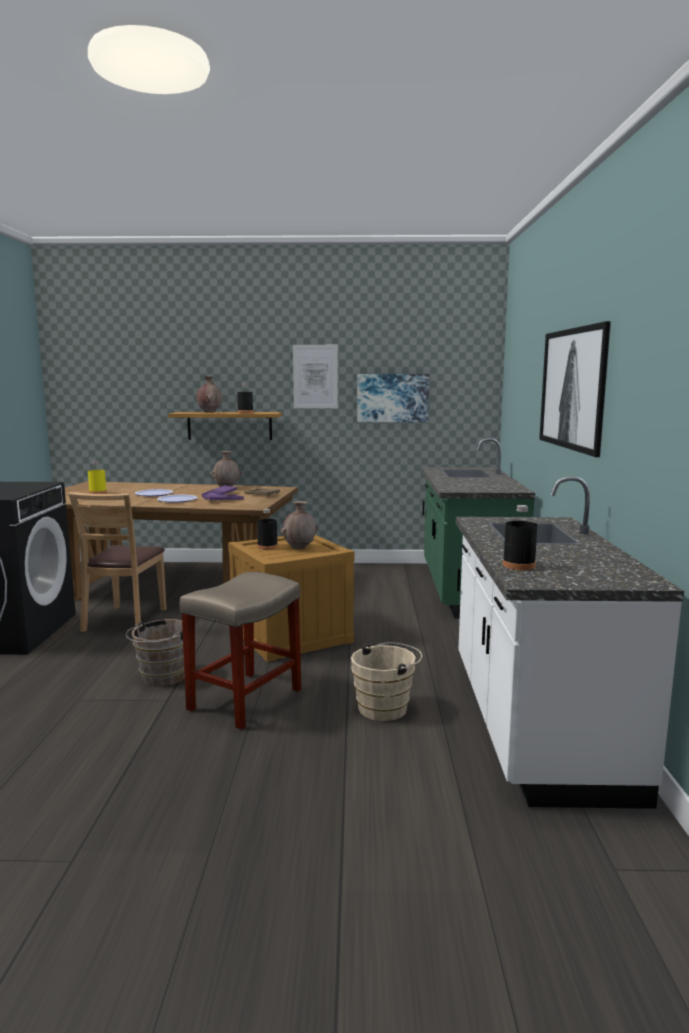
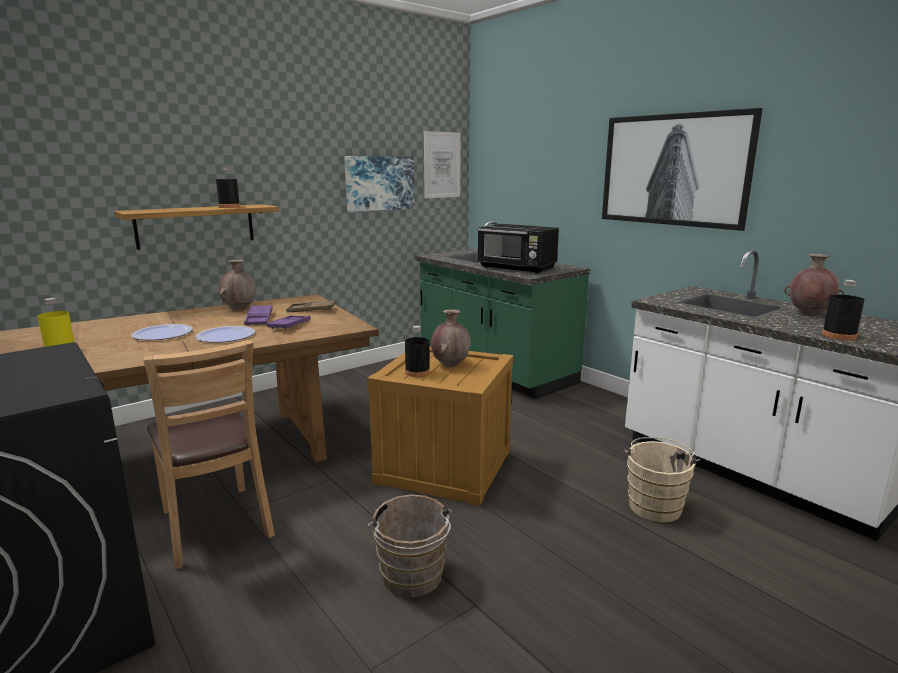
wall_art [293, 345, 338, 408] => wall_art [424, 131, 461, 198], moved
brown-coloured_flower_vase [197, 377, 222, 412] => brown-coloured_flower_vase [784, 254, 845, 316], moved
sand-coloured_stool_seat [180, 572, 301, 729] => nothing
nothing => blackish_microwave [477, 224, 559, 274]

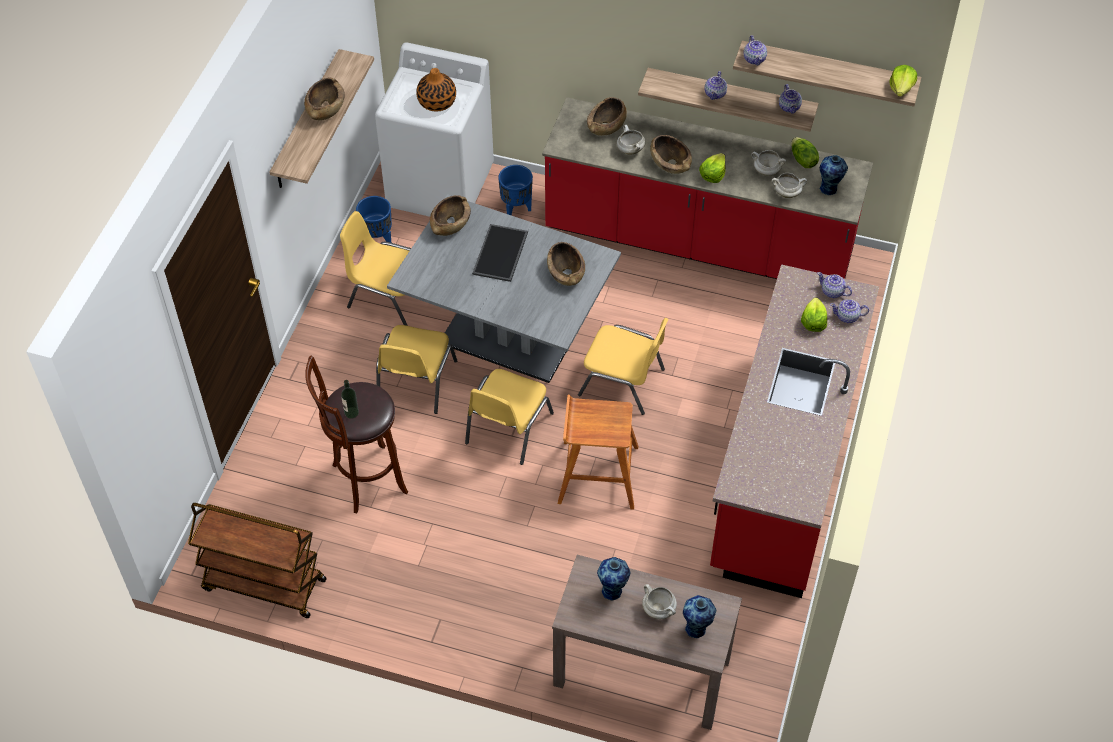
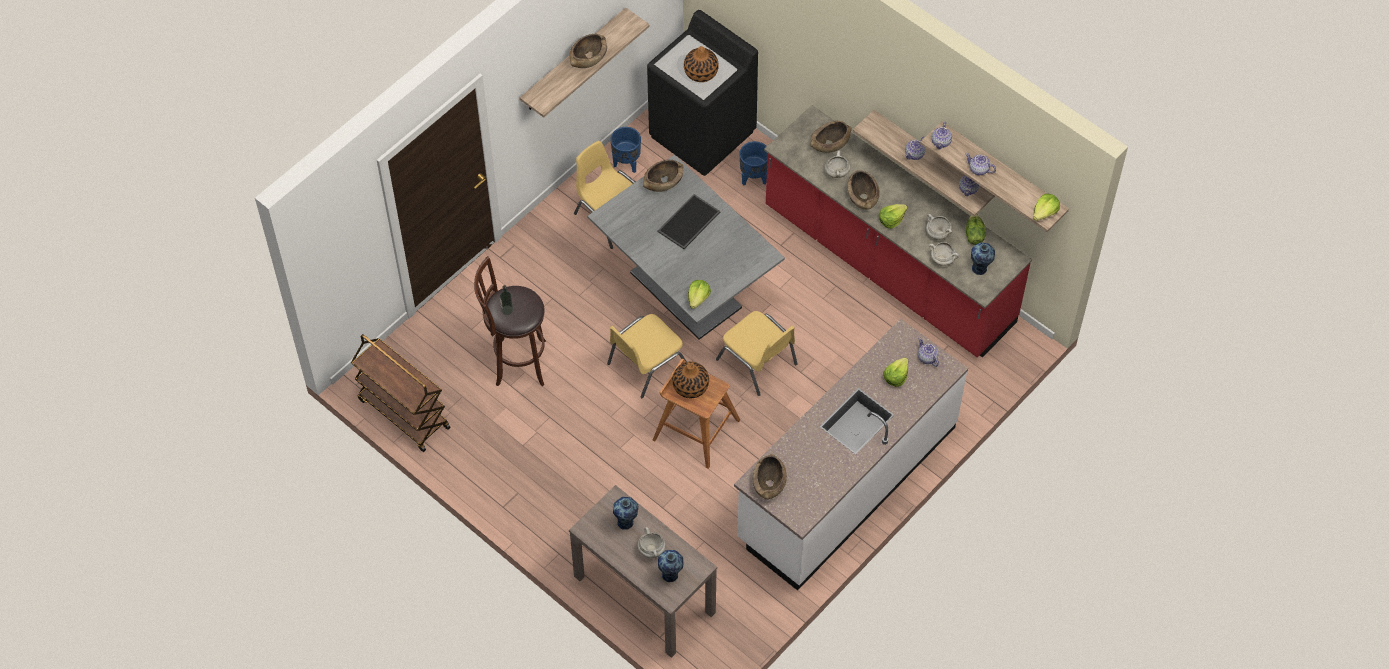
white-coloured_laundry_machine [375, 42, 494, 217] => blackish_laundry_machine [647, 10, 758, 176]
brown-coloured_bowl [547, 242, 585, 286] => brown-coloured_bowl [753, 454, 787, 500], moved
red_kitchen_base_unit [710, 264, 879, 598] => white-coloured_kitchen_base_unit [734, 319, 968, 591]
tea_pot [830, 299, 869, 323] => tea_pot [965, 153, 996, 175], moved
yellow-coloured_upright_chair [376, 325, 457, 414] => nothing
nothing => lettuce [688, 280, 711, 309]
nothing => flower_vase [672, 362, 709, 398]

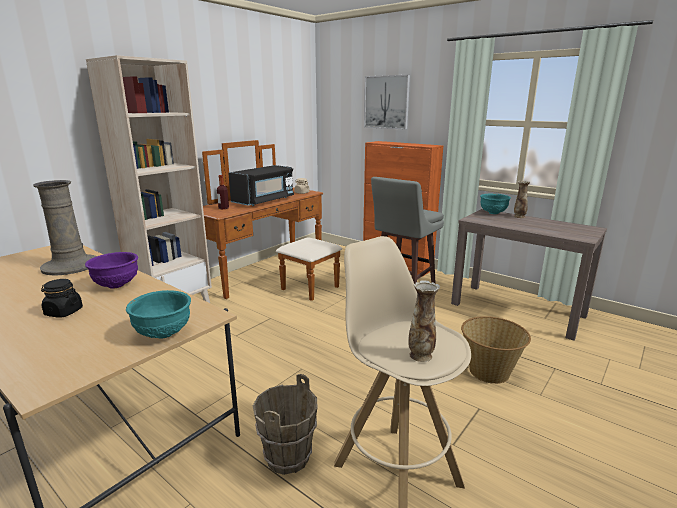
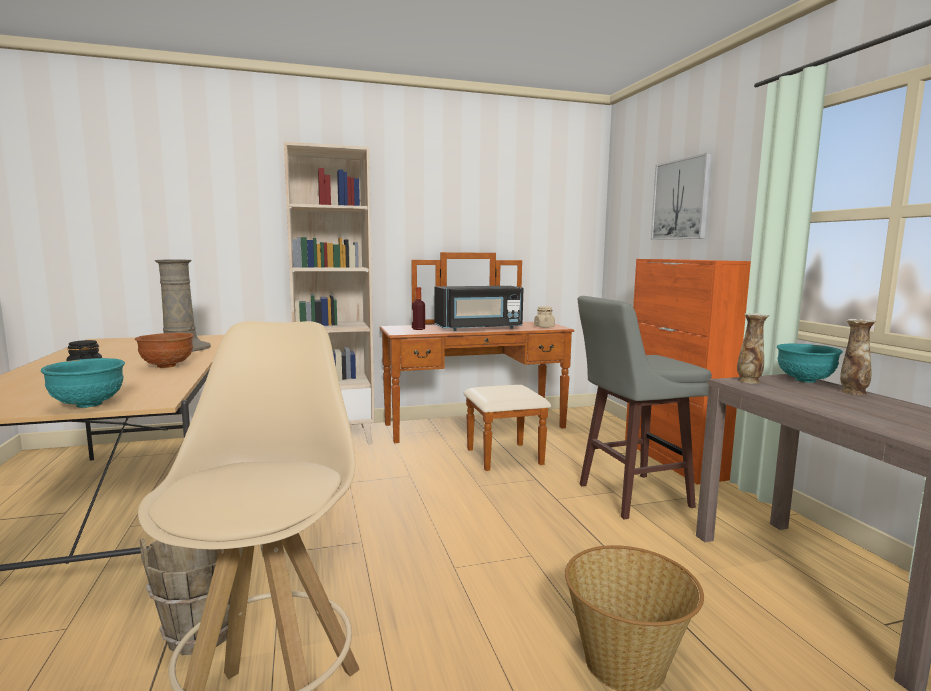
purple-coloured_bowl [85, 252, 138, 288] => brown-coloured_bowl [135, 333, 194, 368]
flower_vase [408, 280, 440, 362] => flower_vase [737, 313, 769, 384], moved

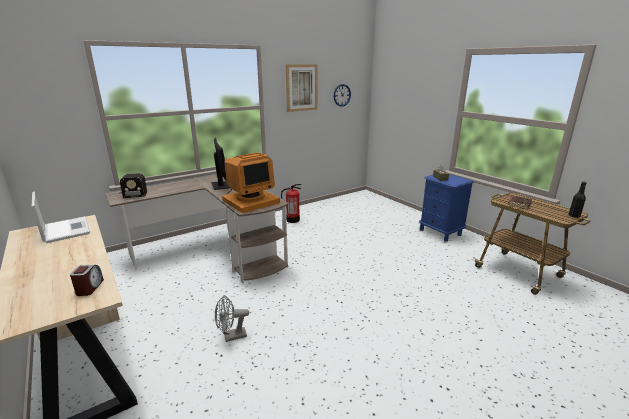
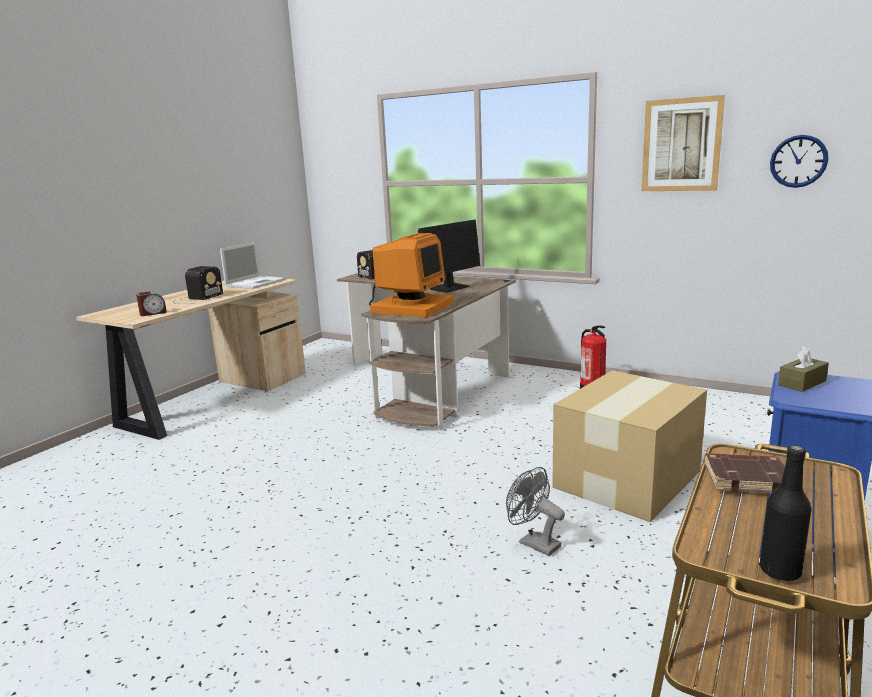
computer_display [222, 152, 280, 213] => computer_display [369, 233, 454, 317], 90 degrees counterclockwise
gray_cooling_fan [215, 295, 249, 342] => gray_cooling_fan [506, 467, 565, 556], moved
nothing => radio_set [173, 266, 223, 304]
nothing => carton [552, 370, 707, 522]

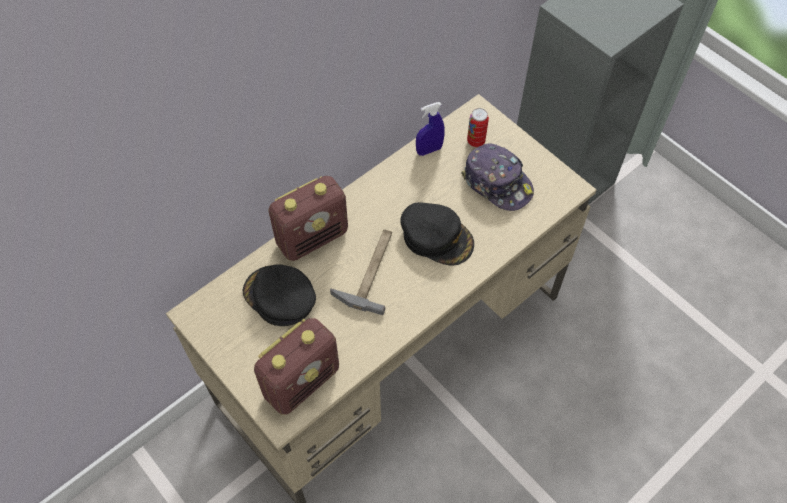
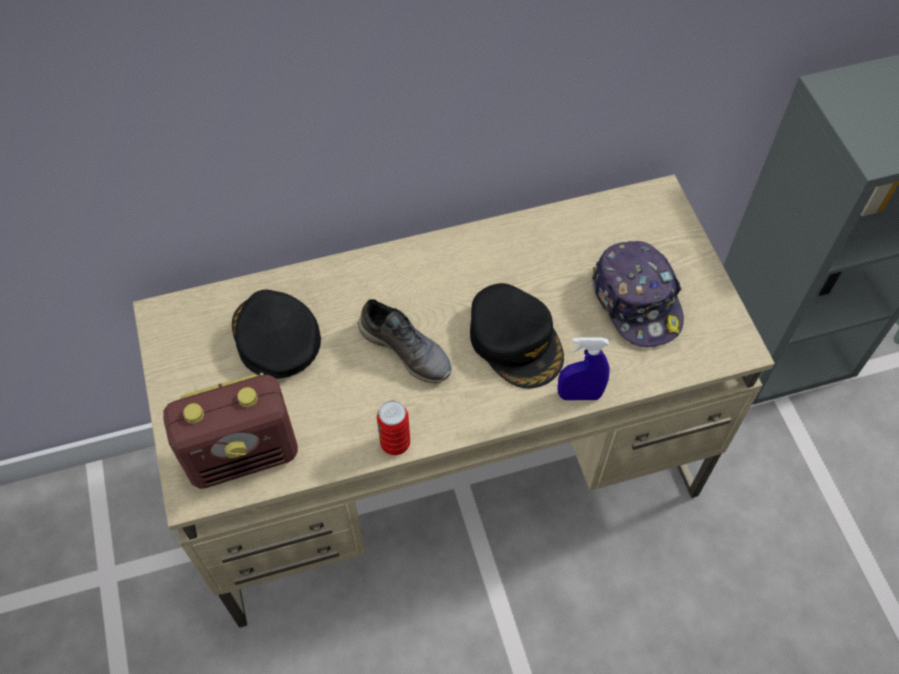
blue-coloured_sprayer [416, 102, 445, 156] => blue-coloured_sprayer [558, 337, 610, 400], moved
metal_can [467, 108, 489, 147] => metal_can [377, 401, 410, 455], moved
radio_set [268, 176, 348, 261] => nothing
hammer [330, 229, 392, 315] => gray_shoe [358, 299, 452, 383]

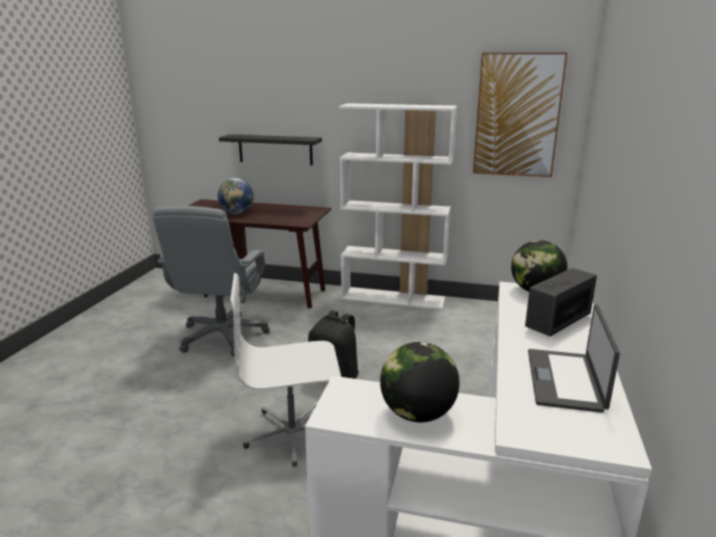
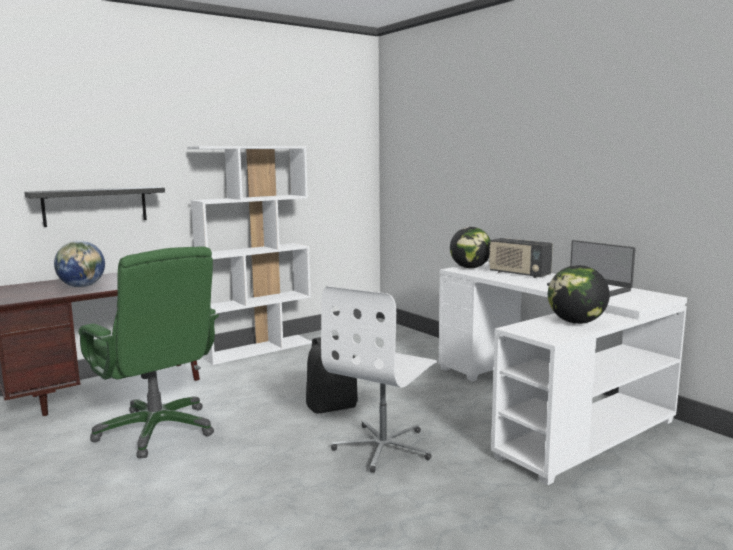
wall_art [473, 52, 568, 177] => nothing
gray_desk_chair [153, 206, 270, 356] => green-coloured_desk_chair [79, 246, 219, 458]
radio_set [525, 268, 597, 337] => radio_set [489, 238, 553, 278], 45 degrees counterclockwise

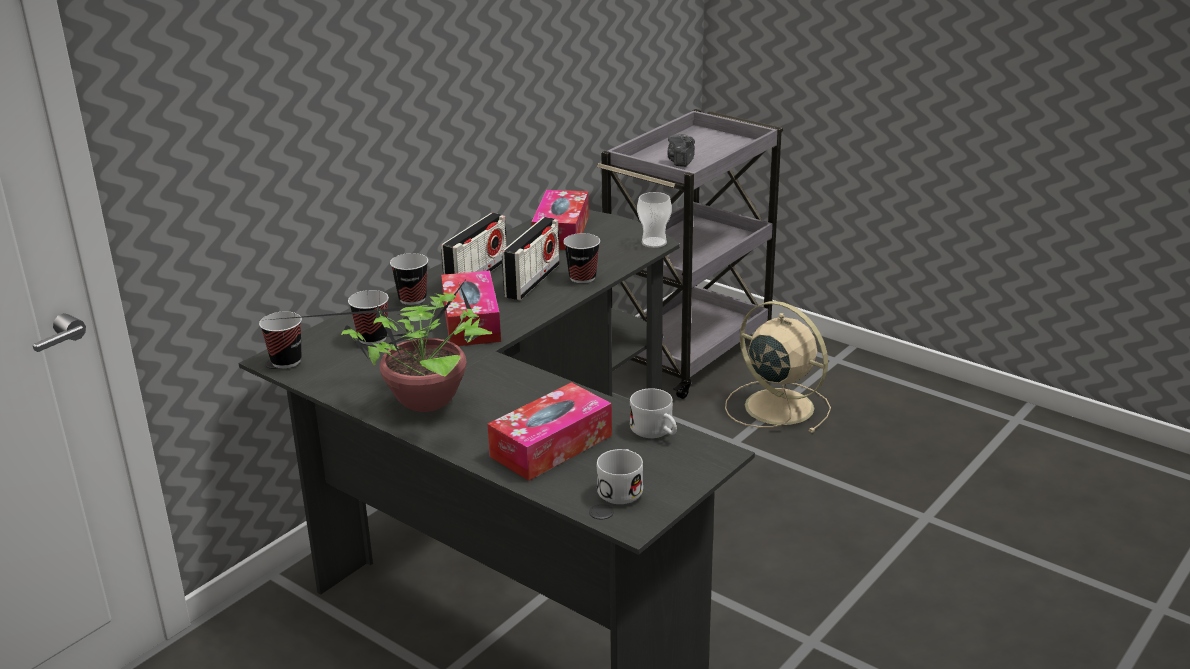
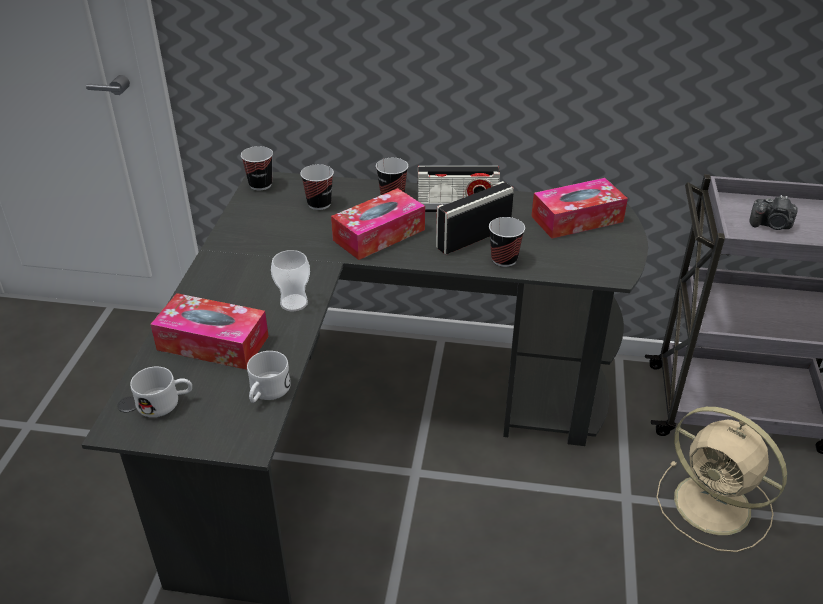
still_camera [668, 134, 695, 167] => still_camera [750, 195, 798, 230], 150 degrees counterclockwise
small_cup [637, 192, 672, 248] => small_cup [271, 250, 310, 311], moved
radio_set [502, 217, 560, 300] => radio_set [436, 181, 514, 254], 150 degrees clockwise
houseplant [269, 278, 492, 412] => nothing
sand-coloured_cooling_fan [725, 301, 831, 433] => sand-coloured_cooling_fan [656, 407, 787, 552], 120 degrees clockwise

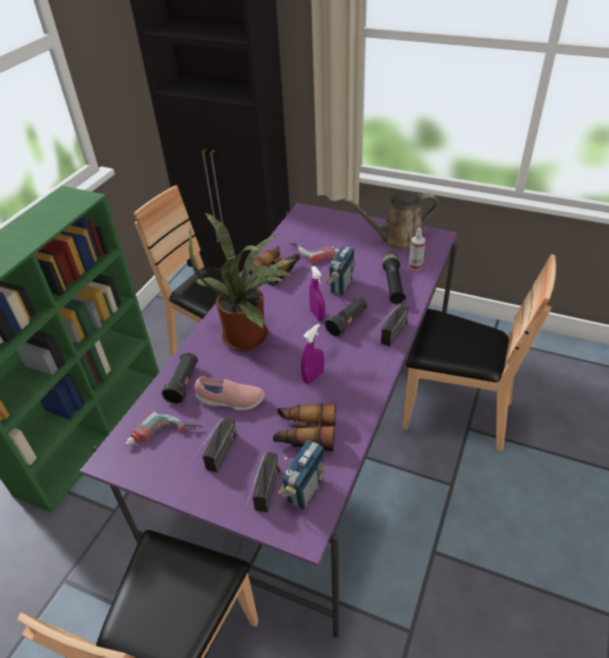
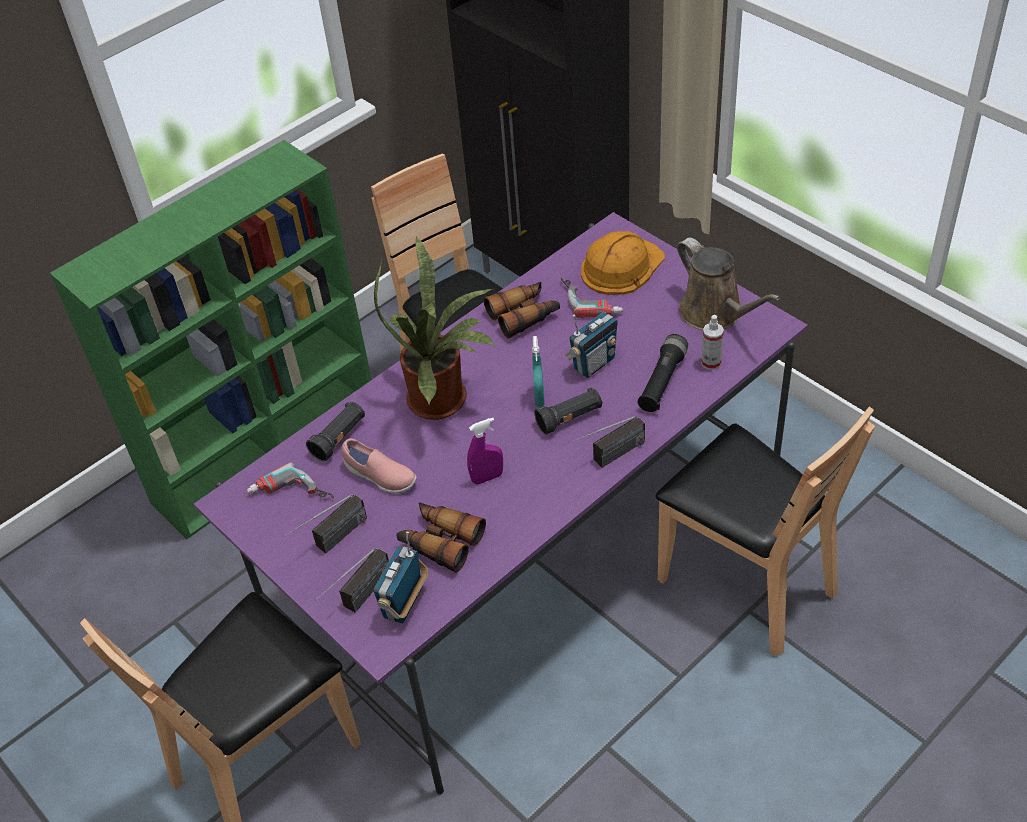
brown-coloured_watering_can [344, 192, 438, 250] => brown-coloured_watering_can [677, 237, 780, 330], 135 degrees counterclockwise
purple-coloured_sprayer [309, 266, 325, 321] => blue-green_sprayer [532, 336, 545, 407]
radio_set [278, 440, 325, 509] => radio_set [374, 532, 428, 624], 150 degrees clockwise
nothing => orangey_safety_helmet [581, 231, 665, 295]

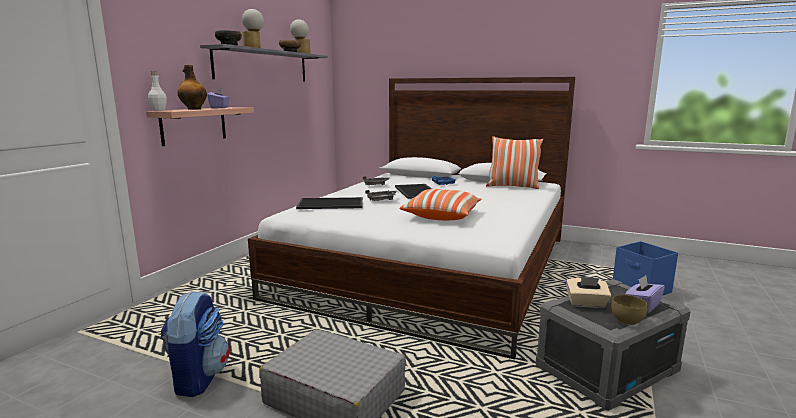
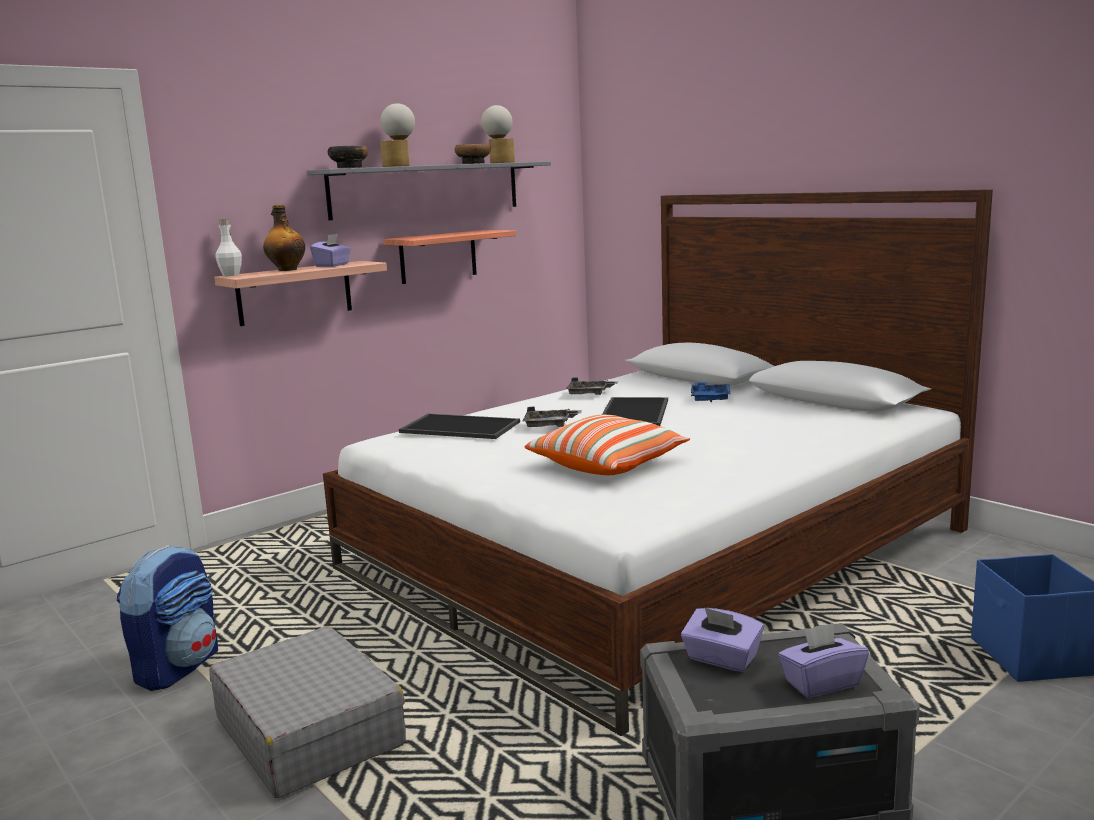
pillow [486, 136, 543, 189] => nothing
sand-coloured_tissue_holder [566, 276, 611, 308] => purple-coloured_tissue_holder [681, 607, 764, 672]
brown-coloured_bowl [611, 295, 647, 325] => nothing
nothing => shelf [384, 230, 516, 284]

